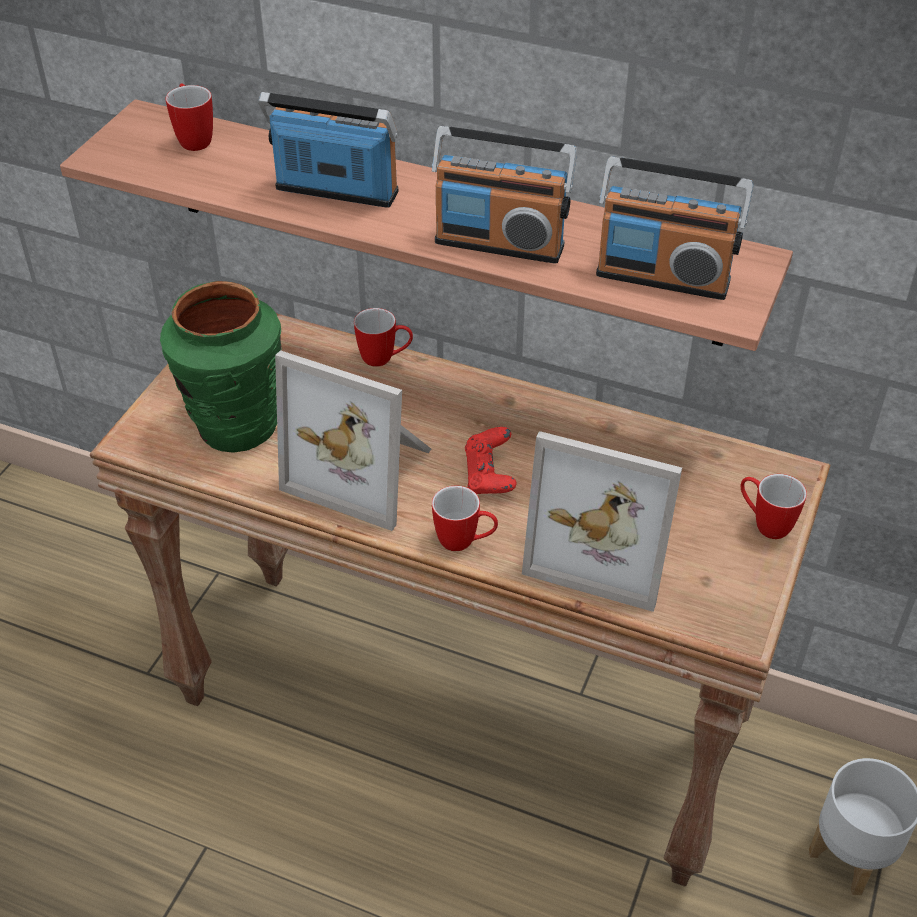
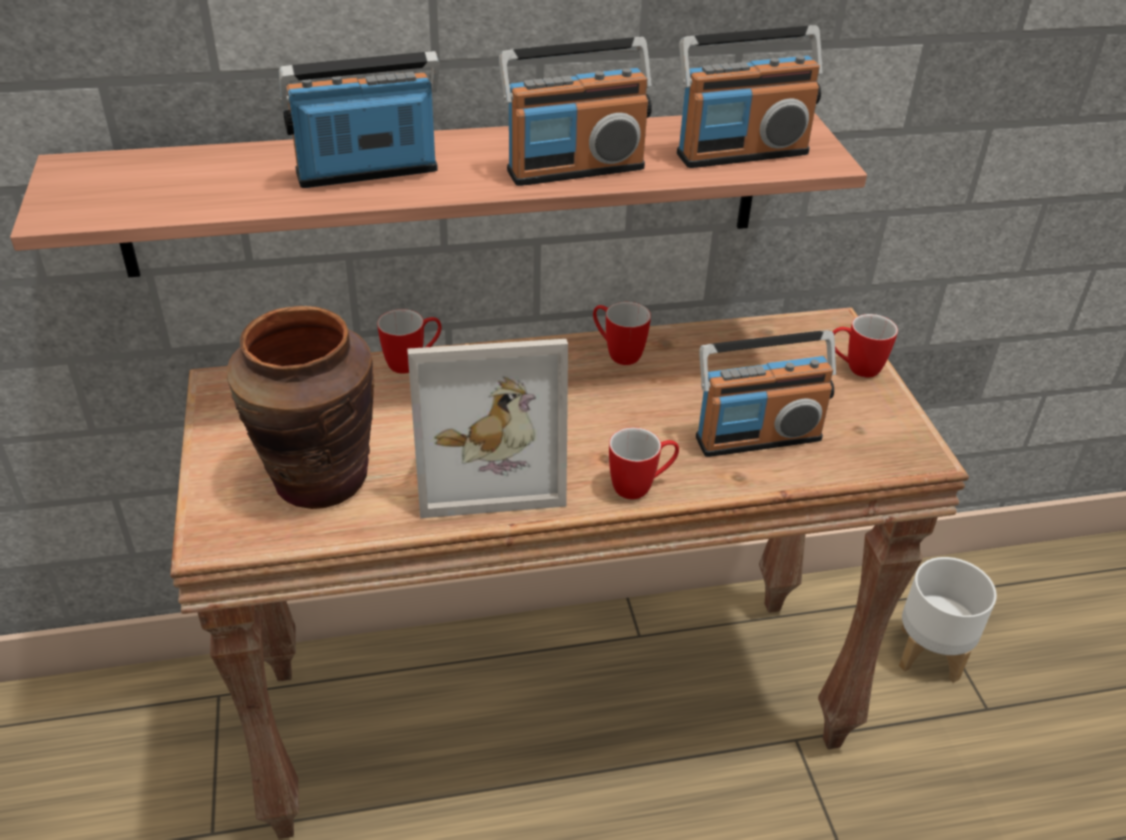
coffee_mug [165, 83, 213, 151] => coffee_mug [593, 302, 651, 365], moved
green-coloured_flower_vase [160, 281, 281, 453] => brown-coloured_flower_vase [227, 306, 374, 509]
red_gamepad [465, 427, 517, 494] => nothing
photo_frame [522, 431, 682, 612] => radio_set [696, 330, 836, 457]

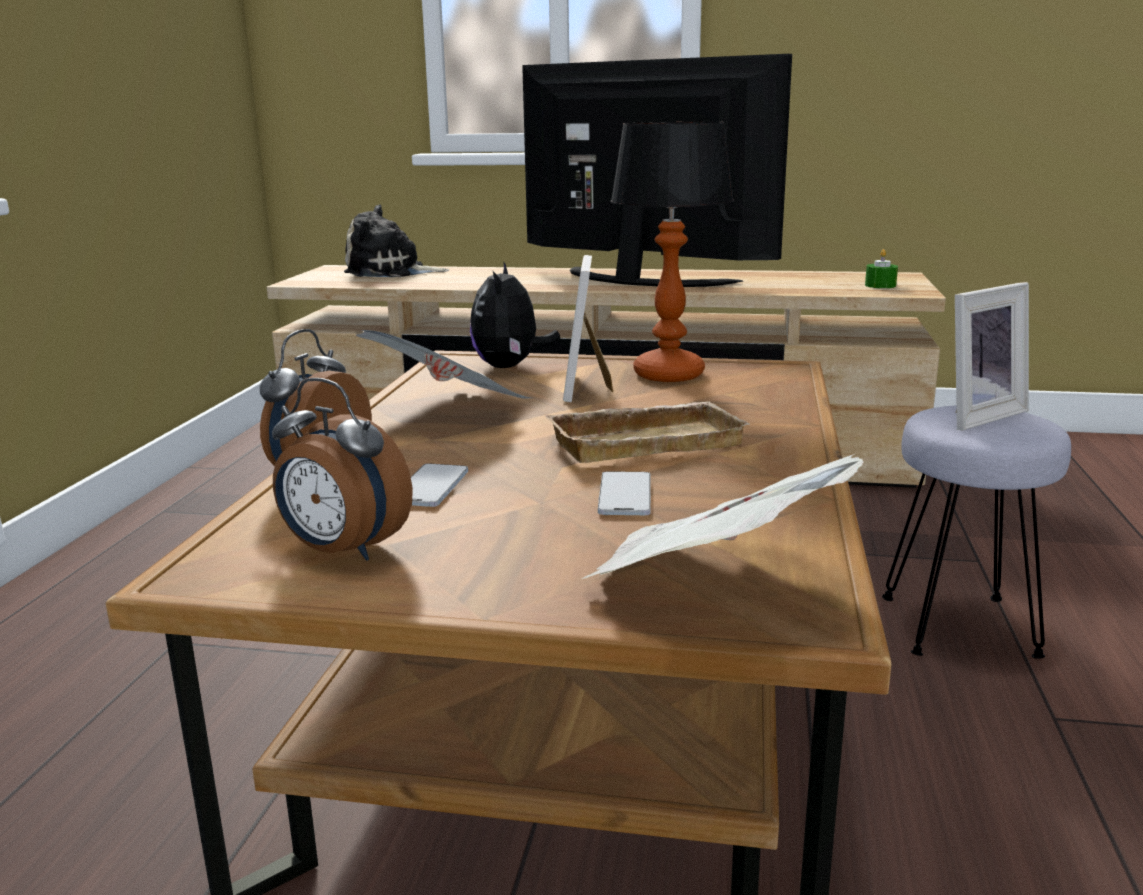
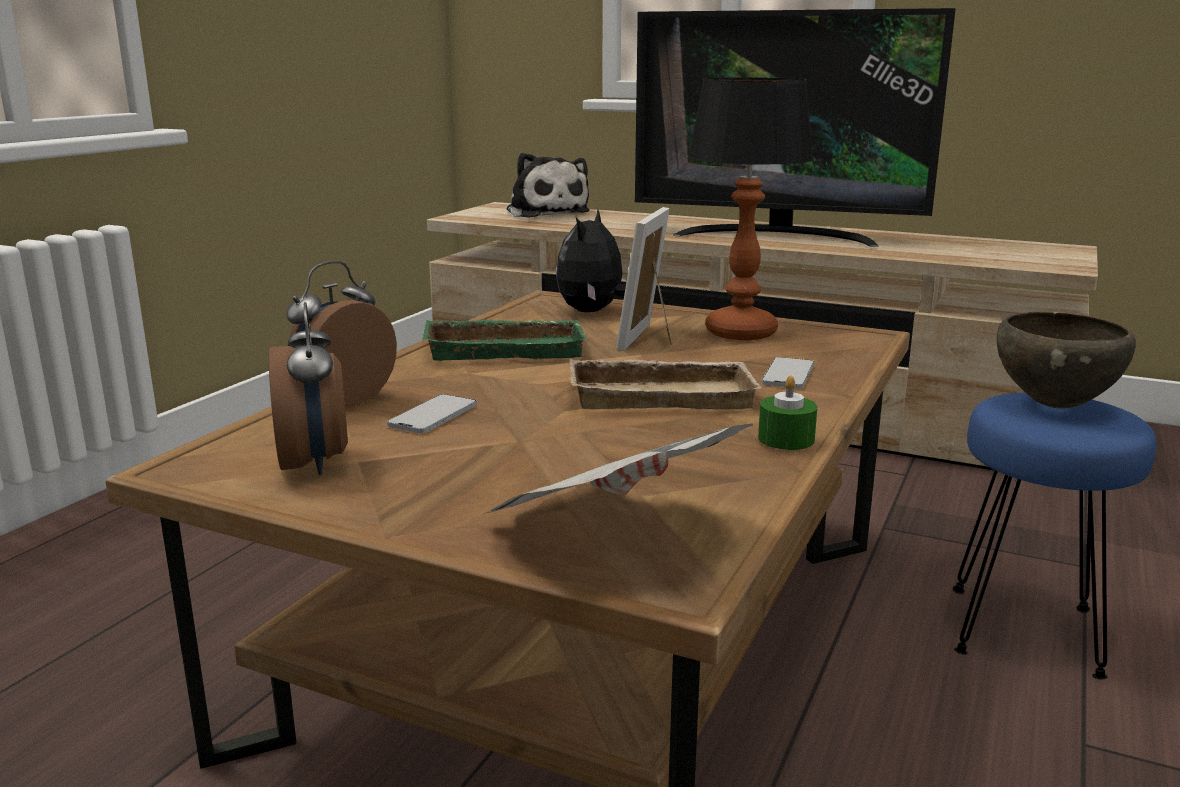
TV [522, 54, 792, 287] => TV [635, 8, 956, 247], 150 degrees clockwise
plush_toy [344, 204, 449, 277] => plush_toy [507, 153, 590, 218], 135 degrees counterclockwise
green-coloured_candle [865, 249, 898, 288] => green-coloured_candle [758, 376, 818, 450], moved
photo_frame [955, 282, 1029, 430] => brown-coloured_bowl [997, 312, 1136, 409]
daily_paper [356, 330, 532, 399] => green-coloured_carrying_tray [423, 320, 587, 361]
bedside_clock [272, 378, 413, 561] => bedside_clock [269, 302, 348, 475], 150 degrees counterclockwise
gray_stool_seat [882, 406, 1071, 659] => blue-coloured_stool_seat [953, 392, 1156, 679]
phone [598, 471, 651, 515] => phone [762, 357, 814, 388], moved

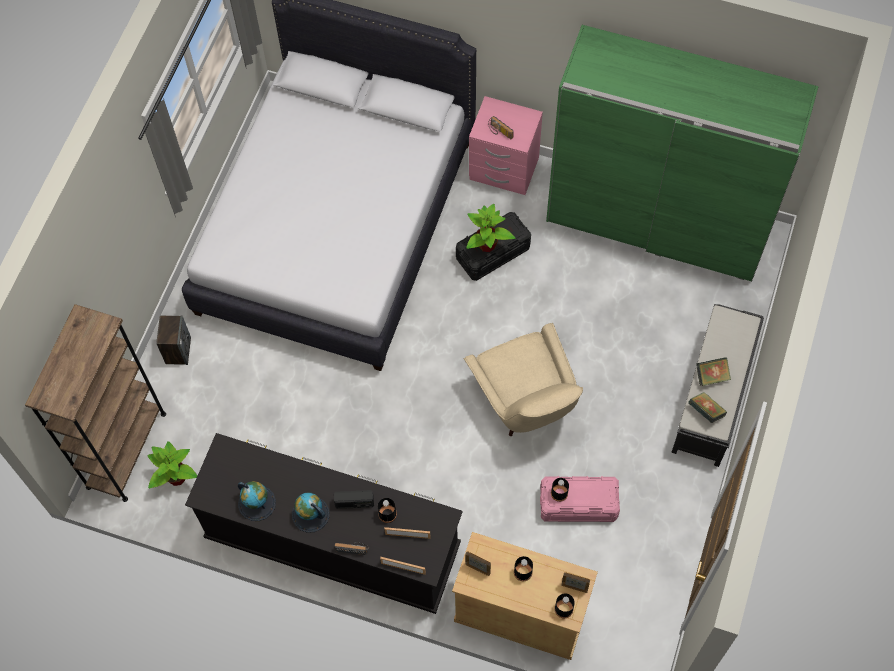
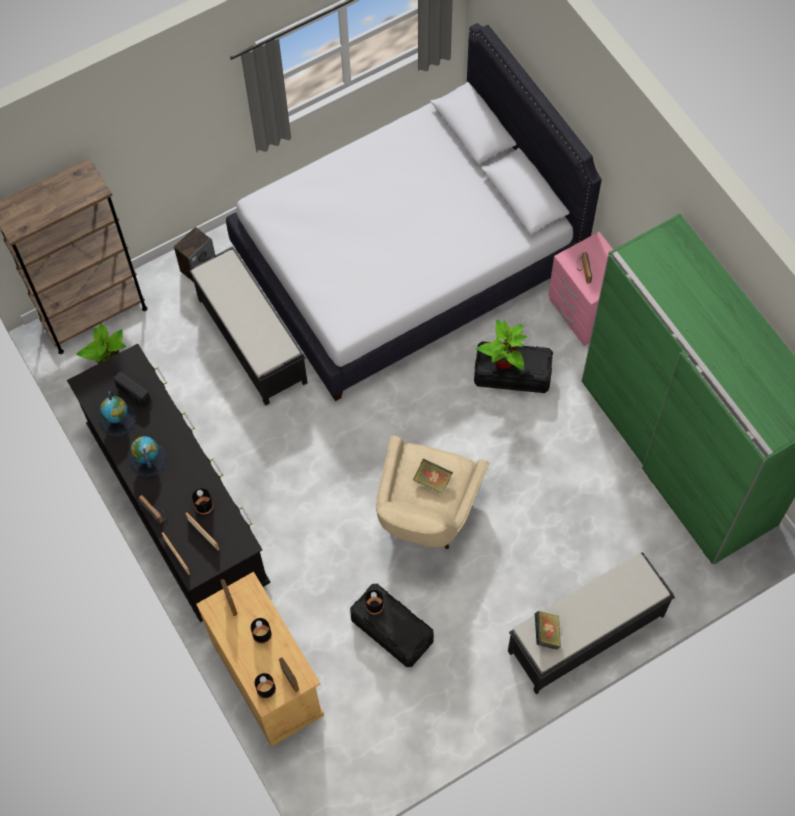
volume [696, 357, 731, 386] => volume [413, 458, 453, 494], moved
pink-coloured_storage_box [540, 476, 620, 522] => blackish_storage_box [350, 584, 434, 667]
radio_set [334, 490, 374, 509] => radio_set [114, 372, 151, 407], moved
nothing => blackish_long_seat [189, 246, 307, 406]

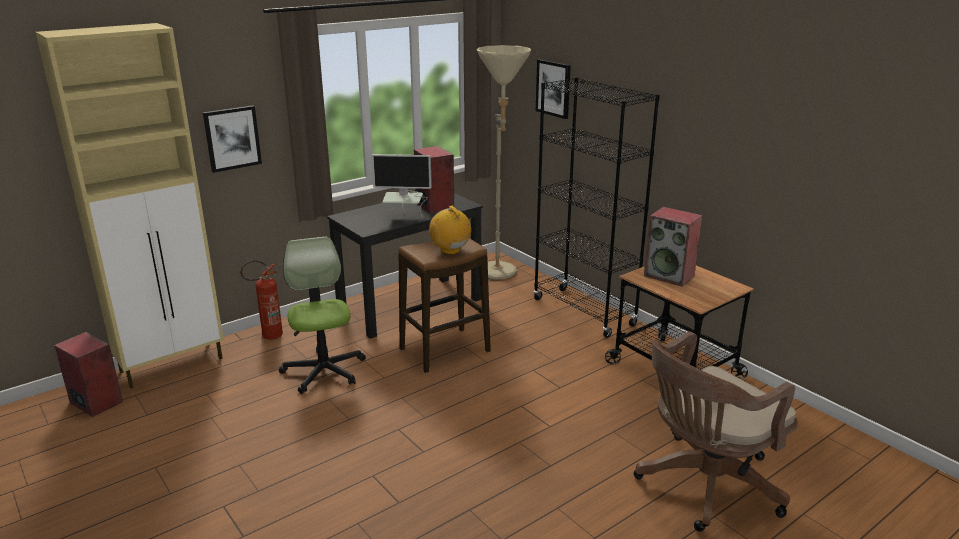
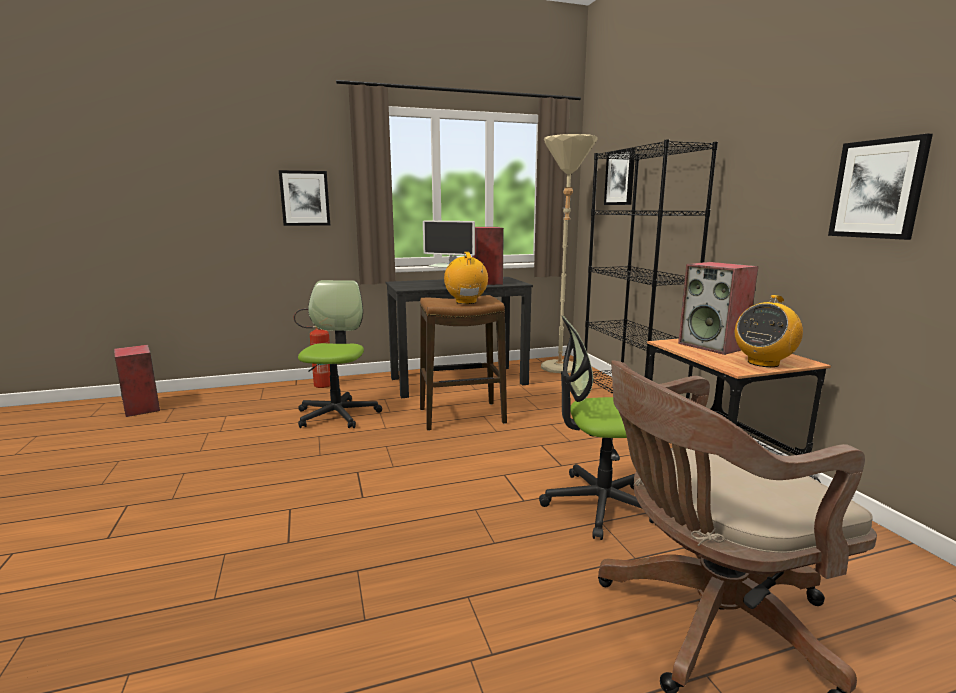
sand-coloured_cupboard [36, 23, 224, 389] => nothing
nothing => wall_art [828, 134, 933, 240]
nothing => radio_set [735, 295, 803, 367]
nothing => desk_chair [539, 316, 657, 540]

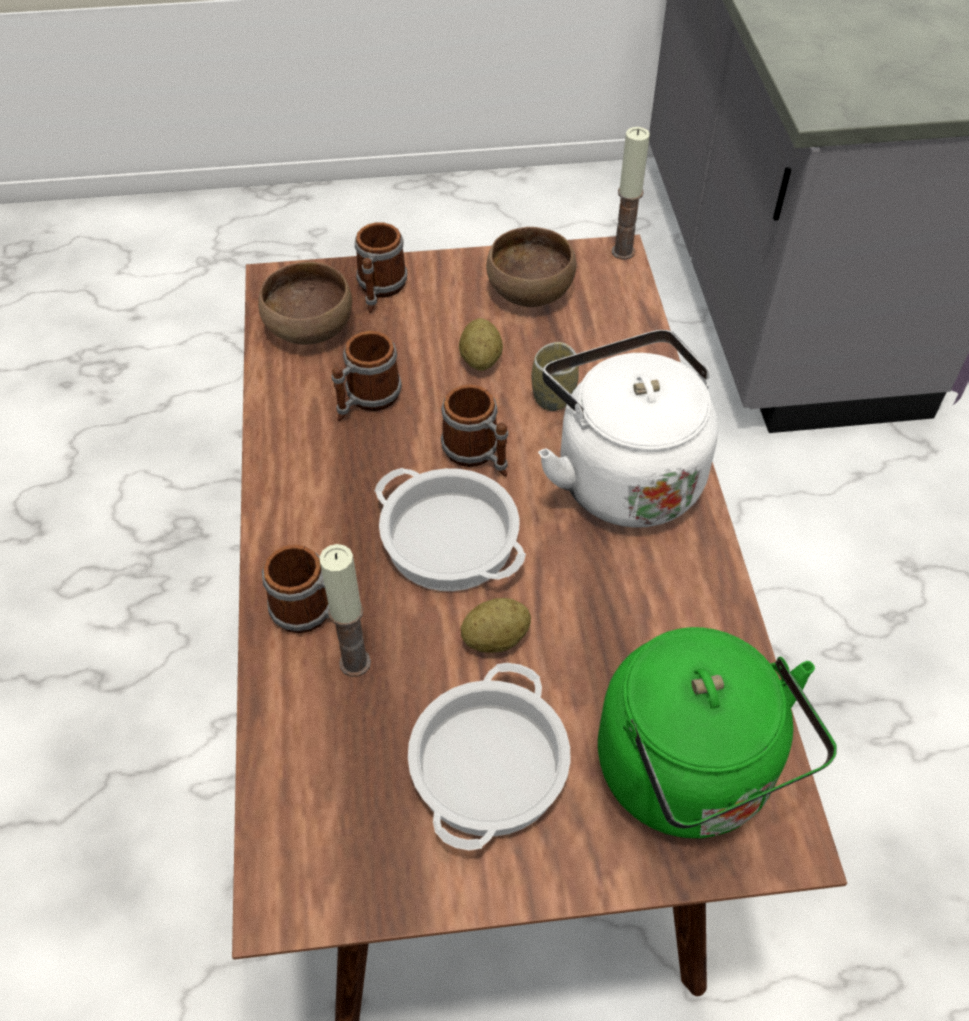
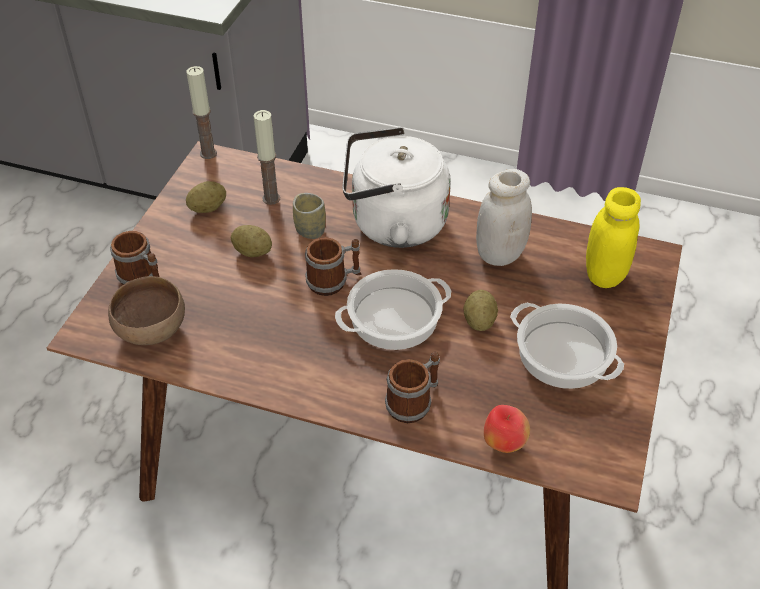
brown-coloured_bowl [486, 227, 576, 307] => whole_potato [186, 181, 226, 213]
coffee_mug [332, 331, 402, 421] => nothing
candle [319, 544, 371, 677] => candle [253, 110, 280, 205], moved
green-coloured_tea_kettle [598, 627, 837, 838] => yellow-coloured_storage_jar [586, 187, 641, 288]
nothing => white-coloured_storage_jar [476, 169, 532, 266]
nothing => whole_apple [484, 405, 530, 453]

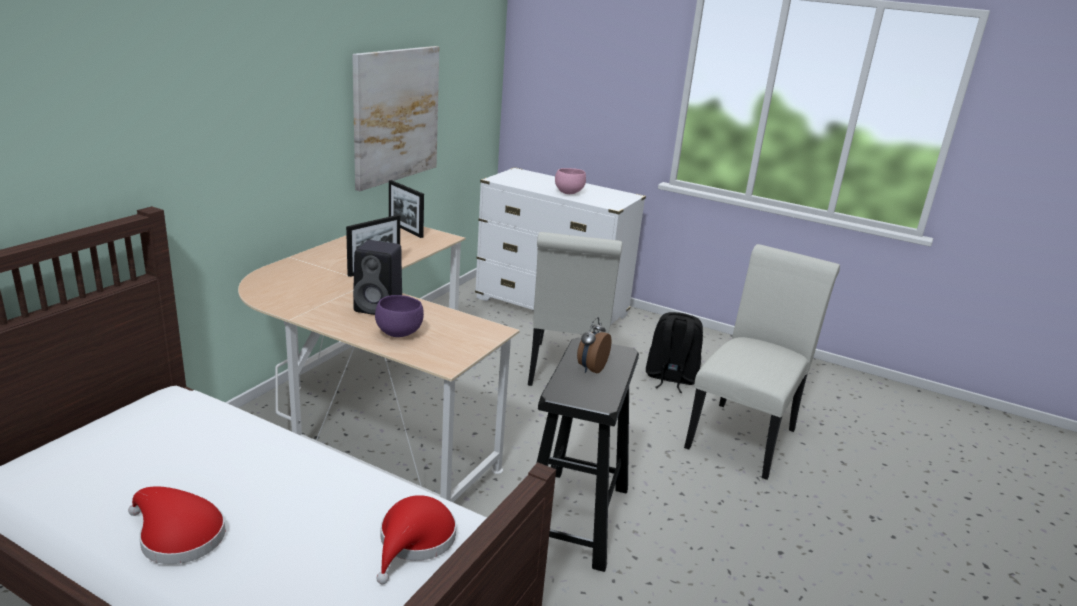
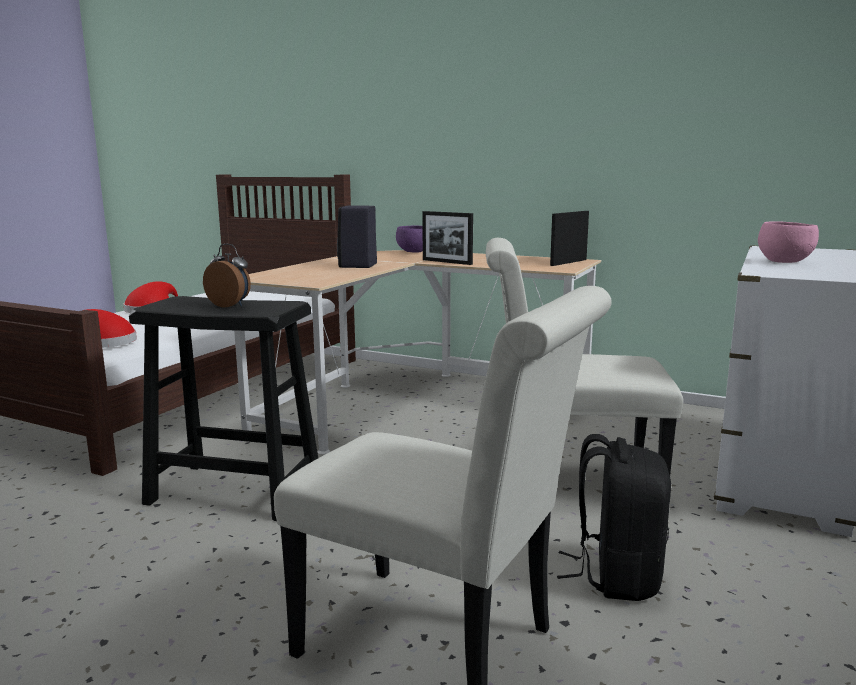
wall_art [352, 46, 439, 191] => nothing
purple-coloured_bowl [375, 295, 424, 337] => purple-coloured_bowl [396, 226, 423, 253], moved

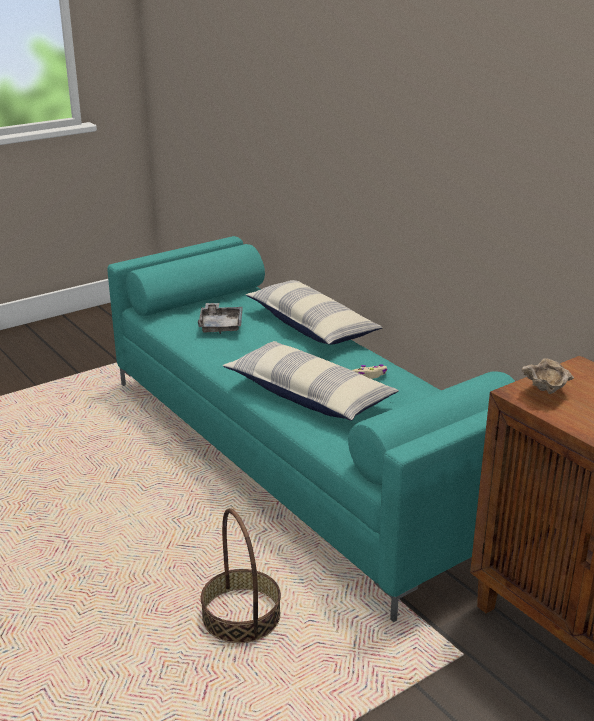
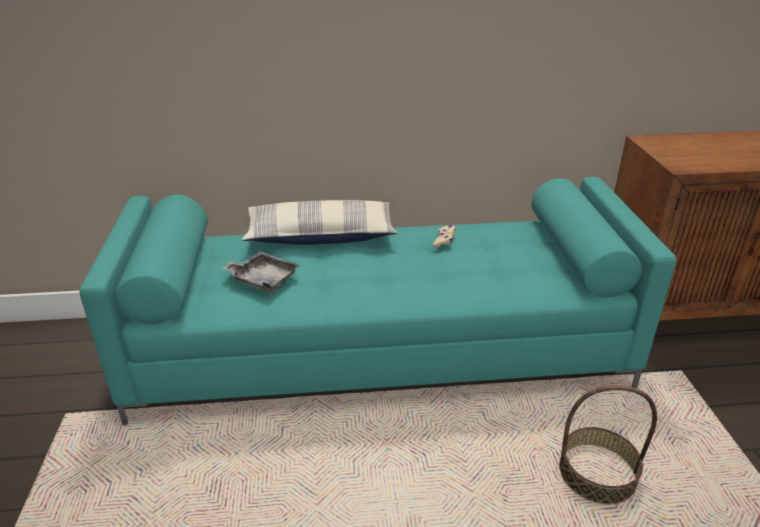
pillow [223, 341, 399, 421] => nothing
sand-coloured_bowl [522, 358, 574, 394] => nothing

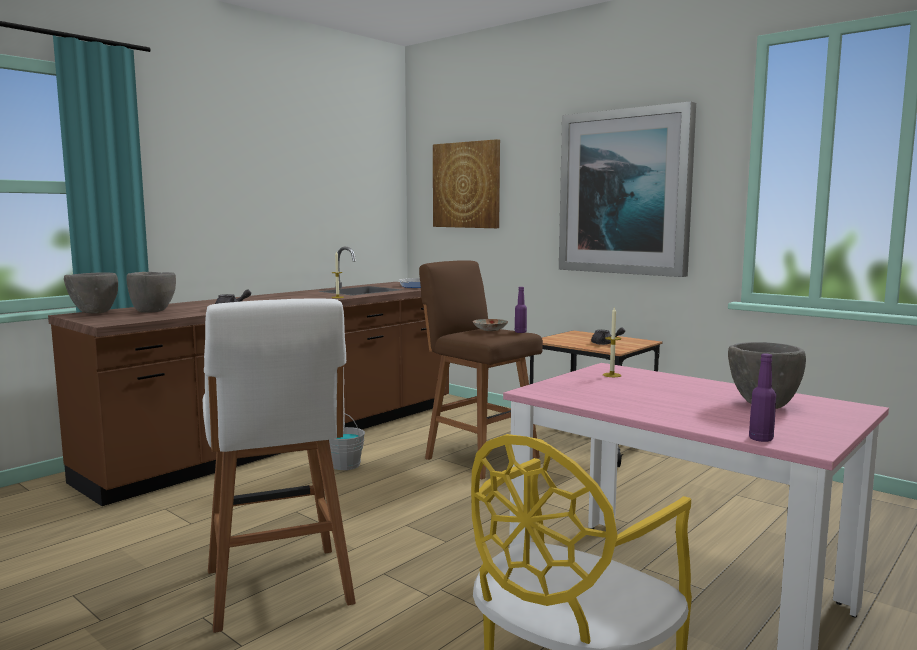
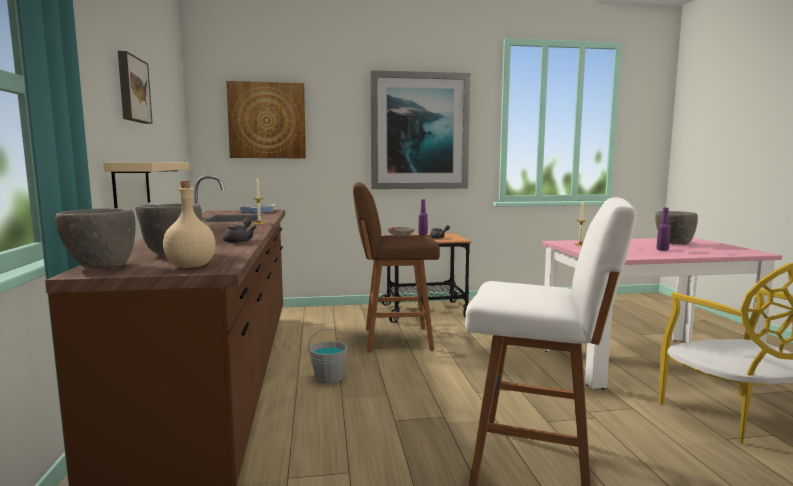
purple-coloured_bottle [749, 354, 776, 442] => purple-coloured_bottle [656, 208, 671, 251], moved
nothing => wall_art [118, 51, 153, 124]
nothing => sand-coloured_shelf [103, 162, 189, 208]
nothing => sand-coloured_bottle [163, 181, 216, 268]

